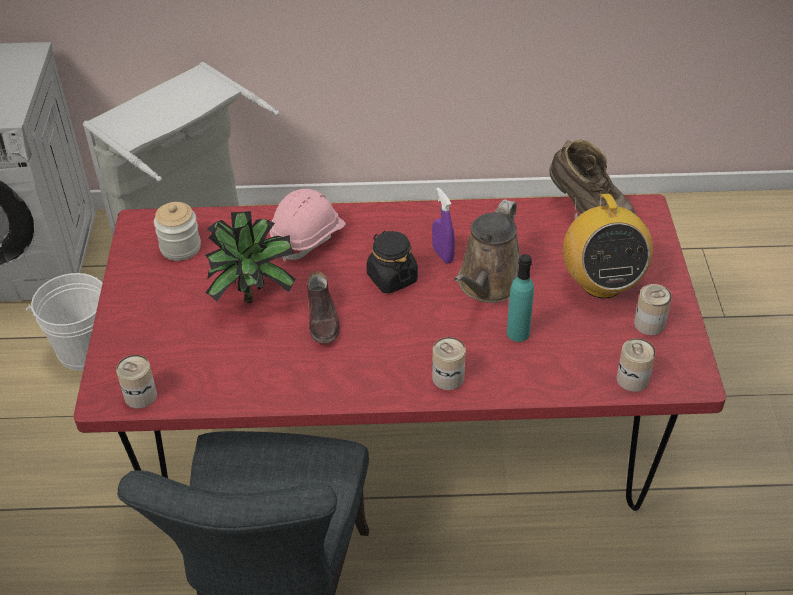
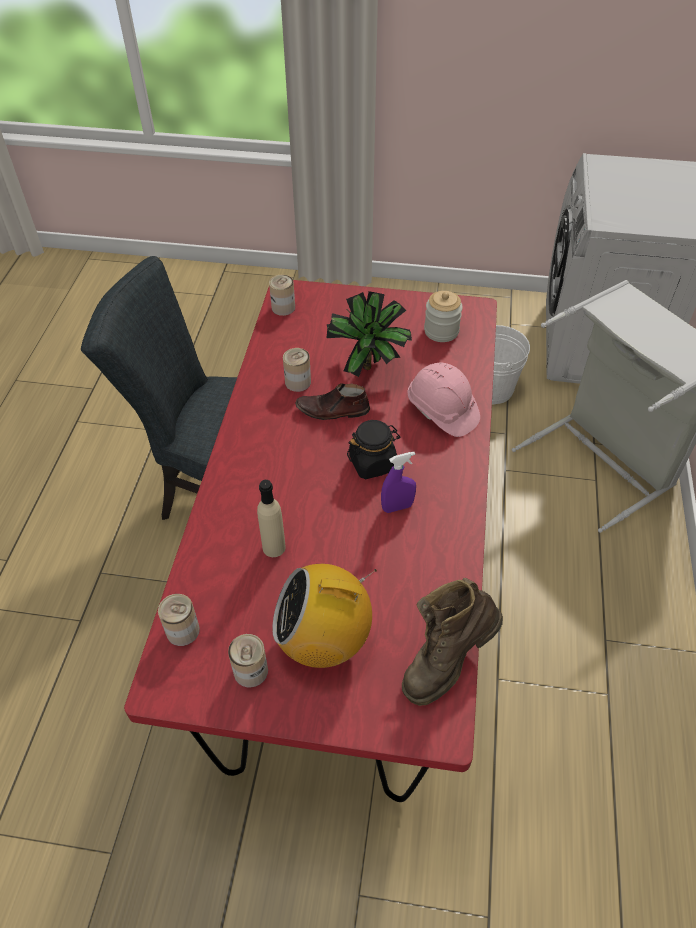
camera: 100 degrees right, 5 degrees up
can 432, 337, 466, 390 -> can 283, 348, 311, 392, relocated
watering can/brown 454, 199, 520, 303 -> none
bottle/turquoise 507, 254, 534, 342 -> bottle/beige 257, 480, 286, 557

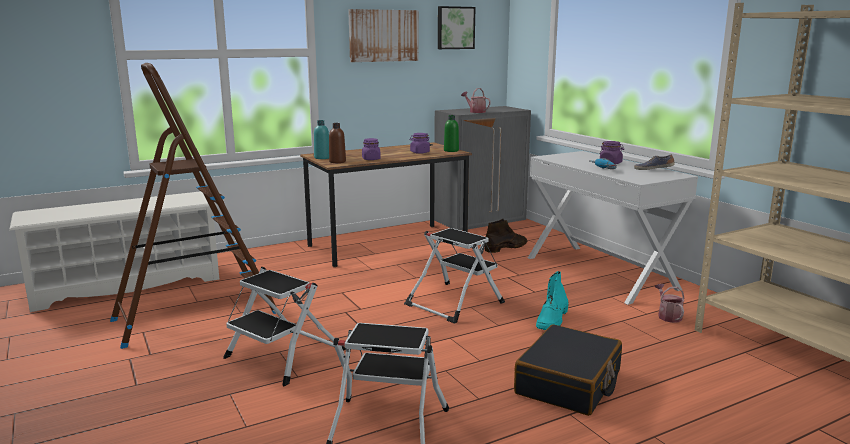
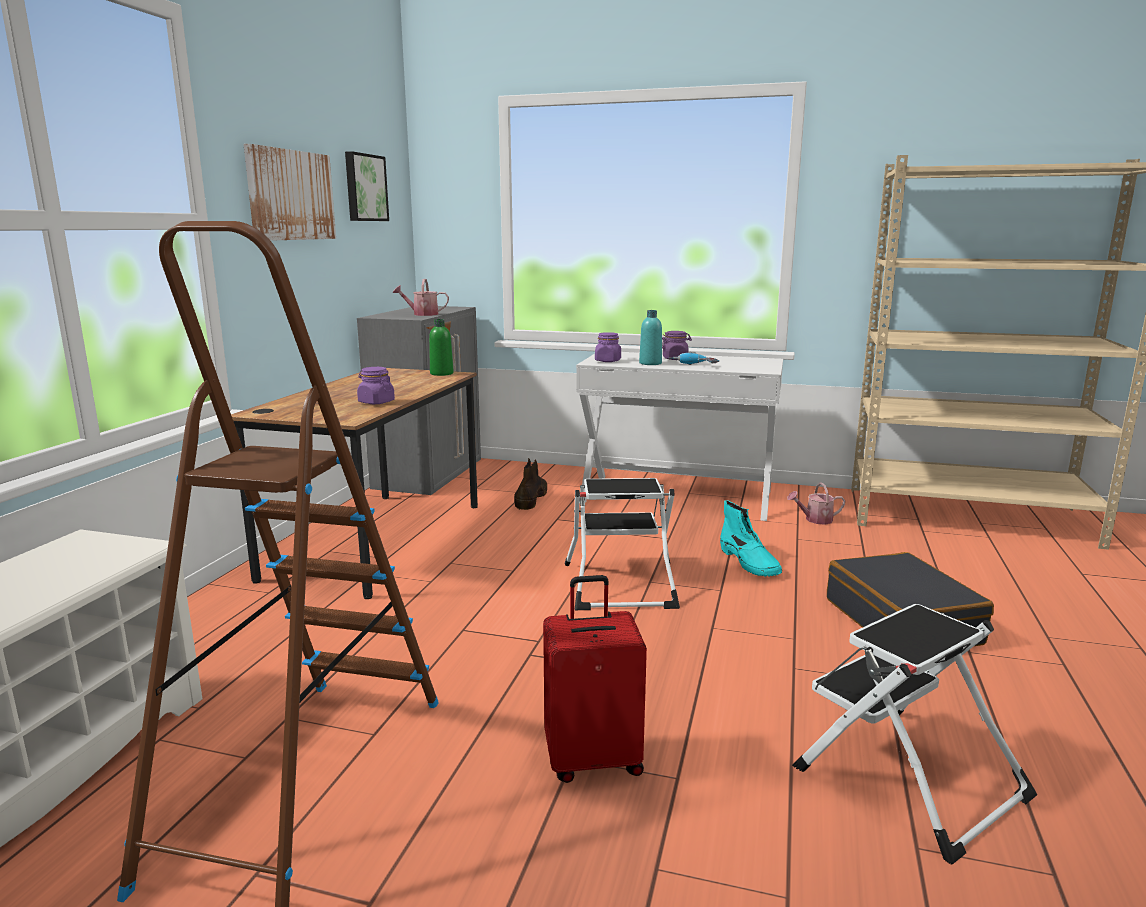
camera: 45 degrees left, 0 degrees up
step ladder 223, 267, 346, 386 -> suitcase/red 543, 575, 647, 783
bottle/turquoise 314, 120, 329, 159 -> bottle/turquoise 639, 310, 662, 365, relocated
bottle/brown 329, 123, 346, 163 -> none
jar/purple 410, 133, 430, 154 -> jar/purple 595, 332, 621, 362, relocated
shoe 634, 154, 675, 170 -> none
watering can 655, 284, 685, 323 -> watering can 787, 482, 845, 525, 45 degrees counterclockwise

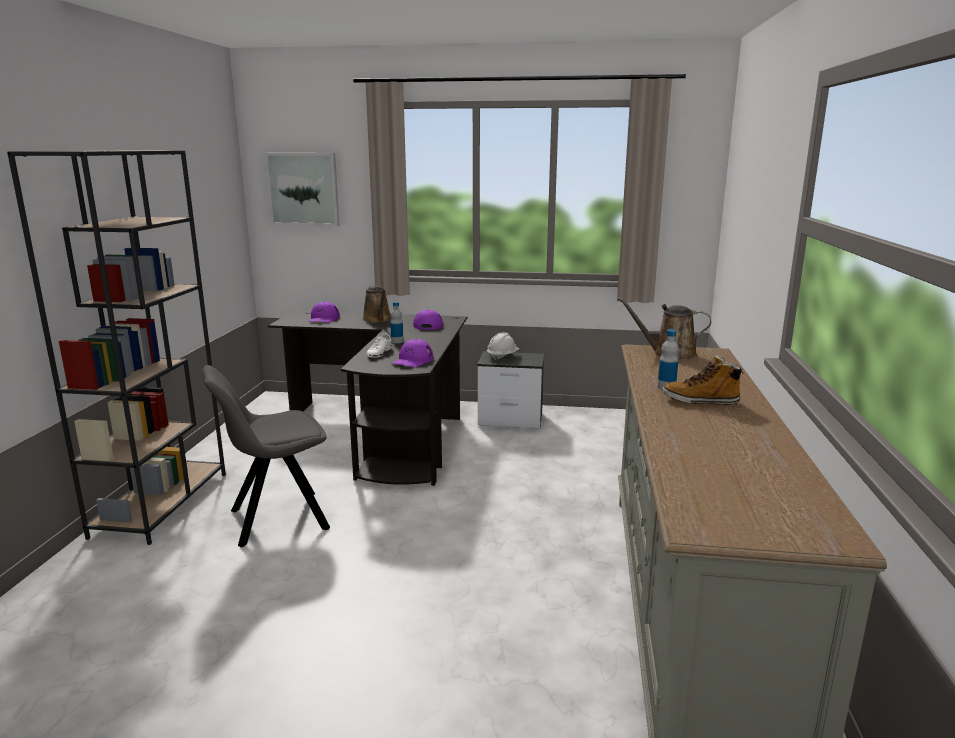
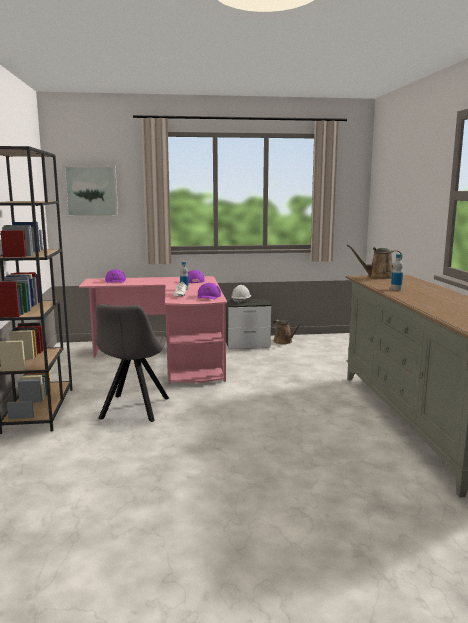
camera: 15 degrees left, 5 degrees down
chair/grey 202, 365, 330, 547 -> chair/grey 96, 304, 169, 422, 45 degrees counterclockwise
desk/black 268, 311, 467, 486 -> desk/pink 79, 276, 227, 384
watering can/brown 362, 286, 391, 323 -> watering can/brown 273, 320, 302, 344, relocated
boot 662, 354, 744, 405 -> none

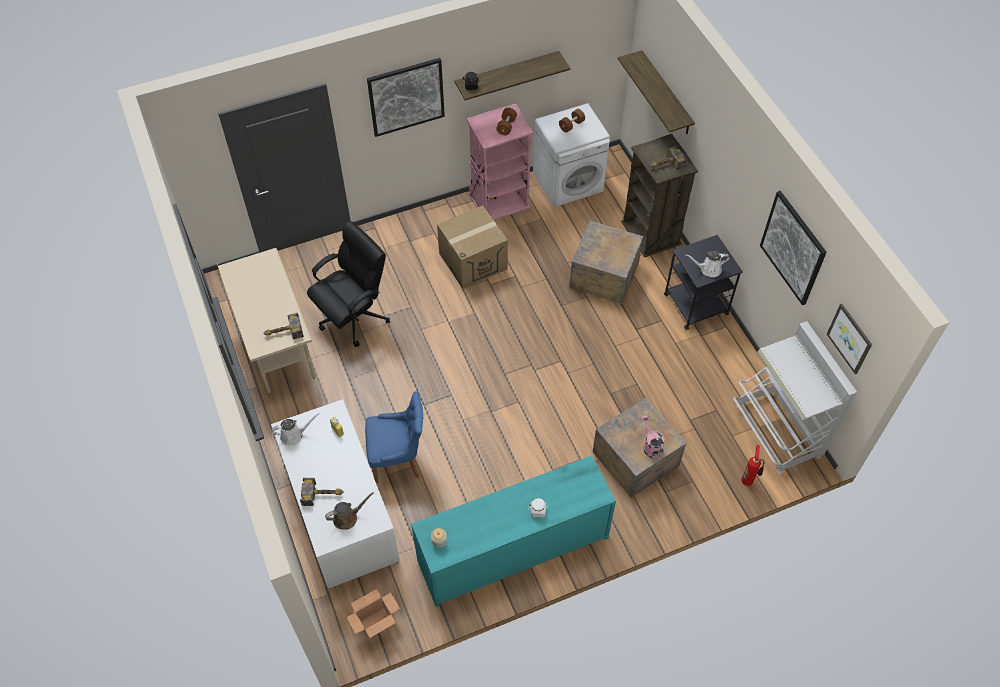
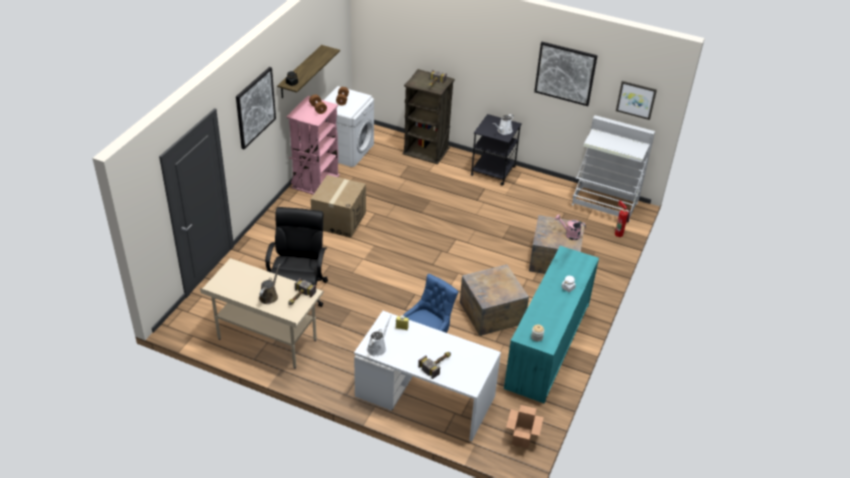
camera: 45 degrees left, 15 degrees down
watering can/brown 325, 492, 374, 530 -> watering can/brown 259, 264, 280, 304, relocated
crate 569, 221, 643, 304 -> crate 460, 264, 529, 336, relocated
shelf 618, 50, 695, 134 -> none

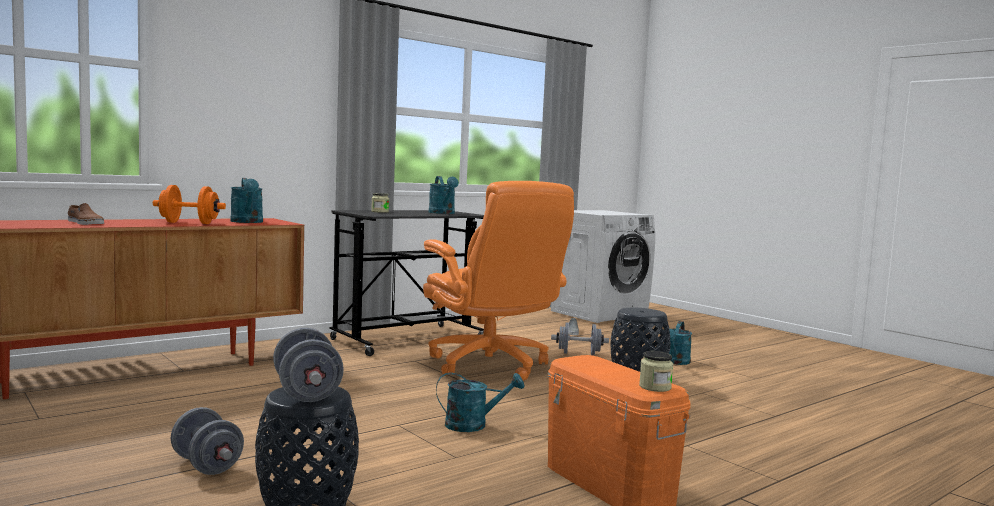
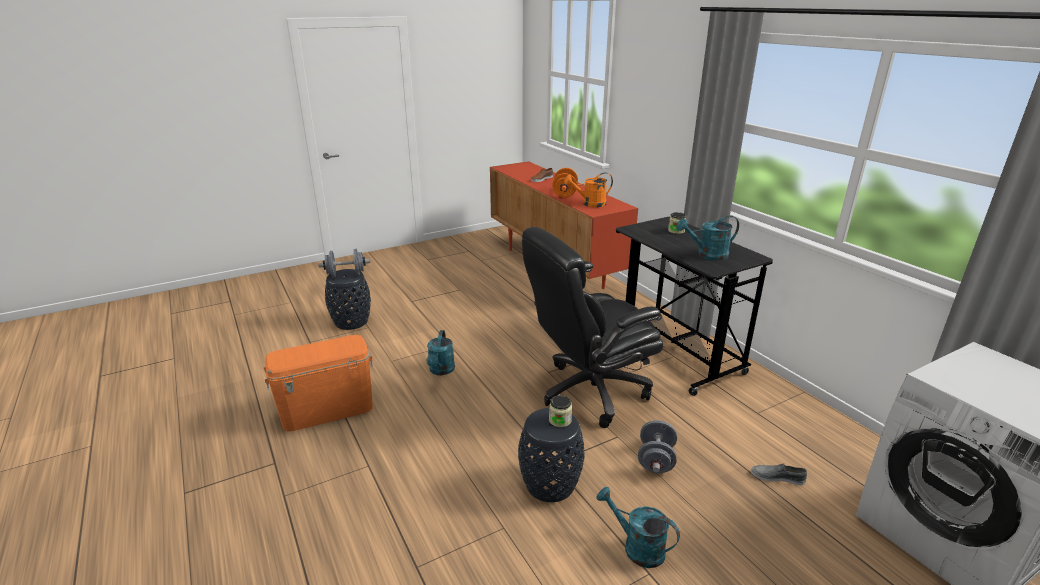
camera: 100 degrees right, 20 degrees up
dumbbell/grey 171, 407, 244, 475 -> none
watering can/turquoise 230, 178, 263, 223 -> watering can/orange 564, 172, 613, 207
office chair/orange 423, 181, 574, 381 -> office chair/black 522, 227, 664, 428
jar 639, 351, 673, 392 -> jar 549, 395, 572, 427, relocated

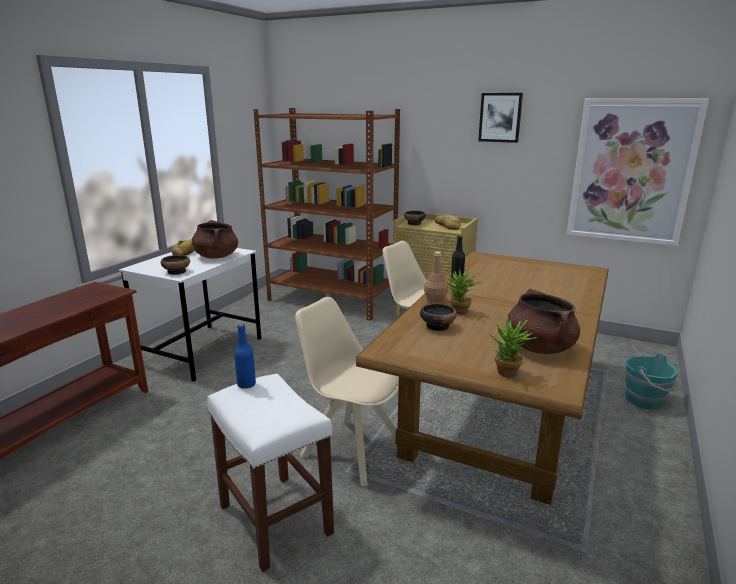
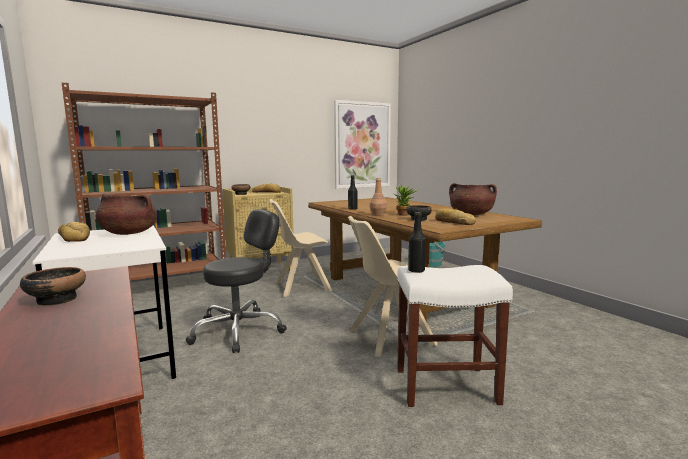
camera: 55 degrees left, 10 degrees down
bowl 161, 255, 190, 275 -> bowl 20, 267, 86, 306, relocated
bottle/blue 234, 324, 256, 389 -> bottle/black 408, 212, 426, 273
picture 478, 93, 523, 143 -> none
potted plant 490, 316, 537, 377 -> none
none -> office chair/black 186, 209, 287, 353
none -> bread 435, 209, 476, 225

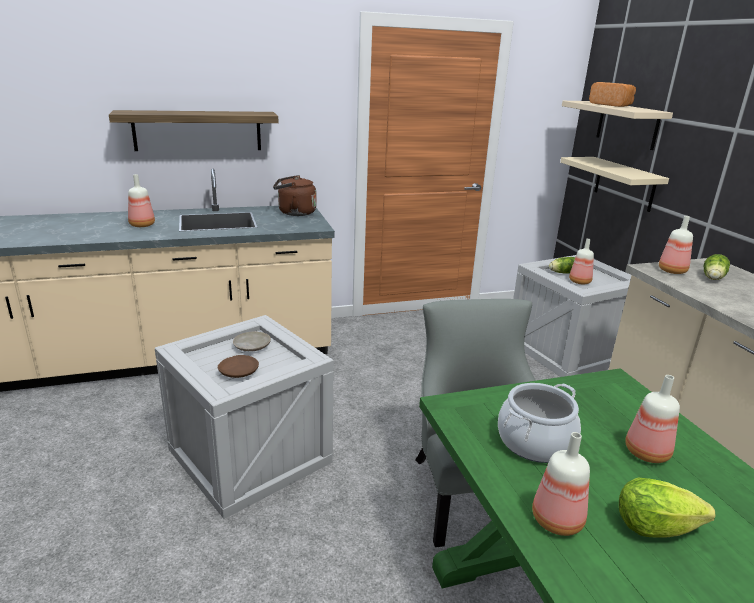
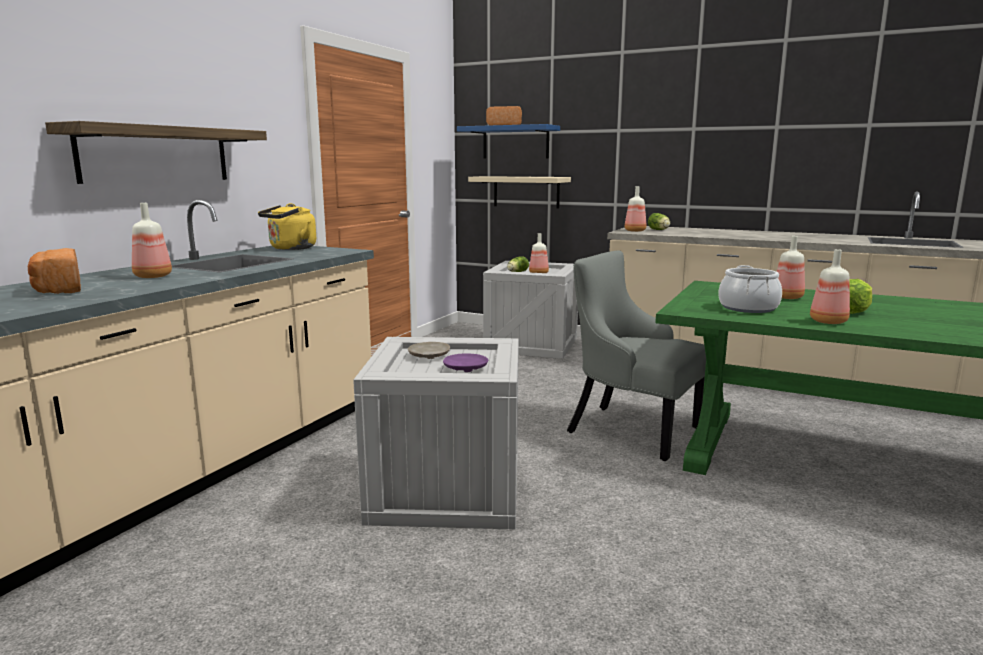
camera: 45 degrees left, 10 degrees down
plate/brown 217, 355, 259, 378 -> plate/purple 443, 353, 488, 372
kettle/brown 273, 175, 316, 216 -> kettle/yellow 258, 203, 316, 250
shelf/beige 562, 101, 673, 150 -> shelf/blue 457, 124, 560, 159
none -> bread 28, 248, 81, 294

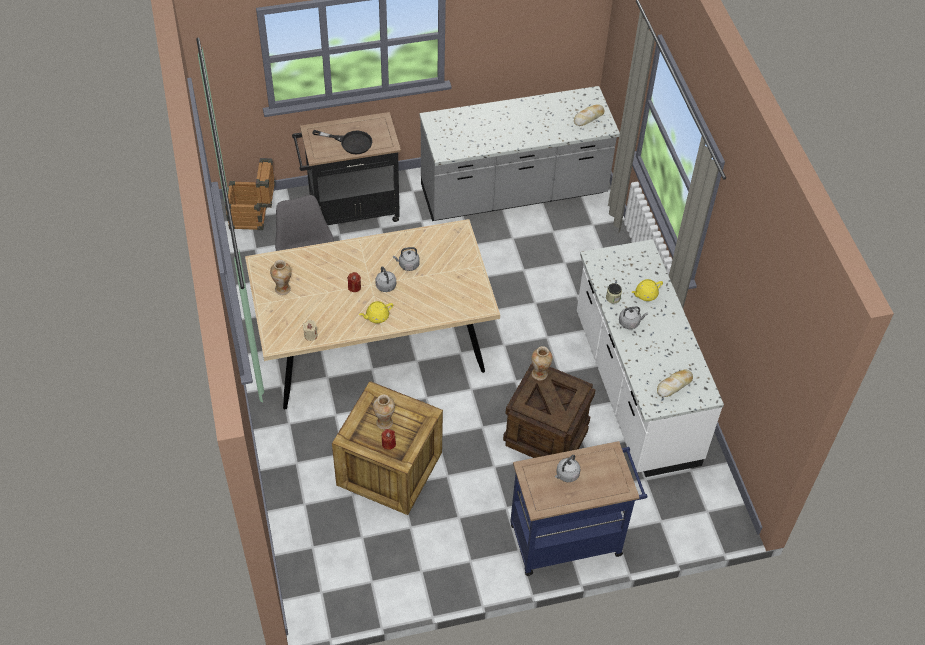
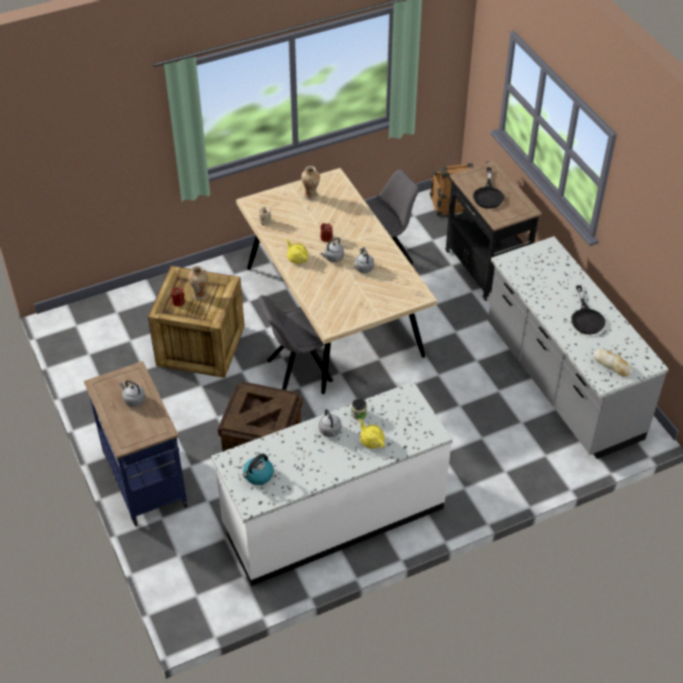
camera: 80 degrees right, 5 degrees down
vase 531, 346, 553, 380 -> none
bread 657, 369, 693, 397 -> kettle 243, 454, 274, 485
none -> chair/grey 258, 295, 333, 390
none -> frying pan/black 571, 285, 605, 335

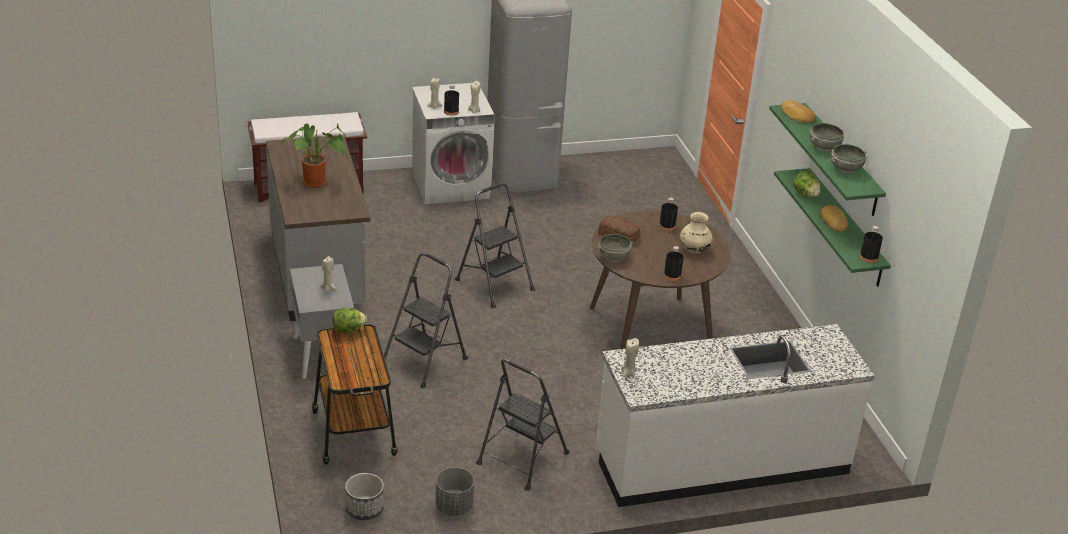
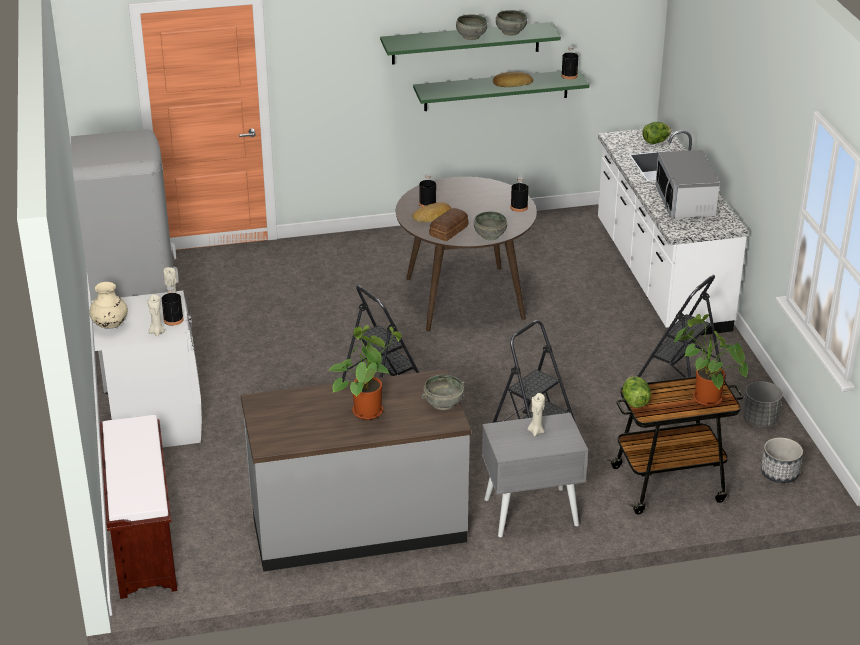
camera: 85 degrees left, 0 degrees up
candle/beige 621, 338, 639, 377 -> none
vase/beige 680, 212, 713, 253 -> vase/beige 89, 282, 128, 328, relocated
bread 781, 100, 816, 123 -> bread 412, 202, 452, 223, relocated
lettuce 794, 171, 821, 197 -> lettuce 642, 122, 672, 144, relocated
none -> bowl/grey 421, 375, 465, 410
none -> microwave 655, 150, 720, 219
none -> potted plant 674, 314, 748, 407

